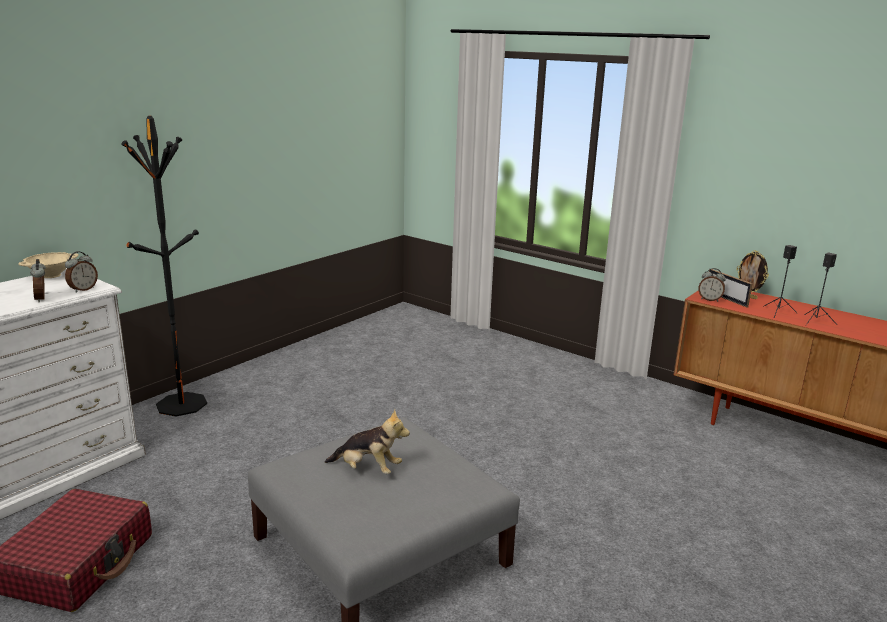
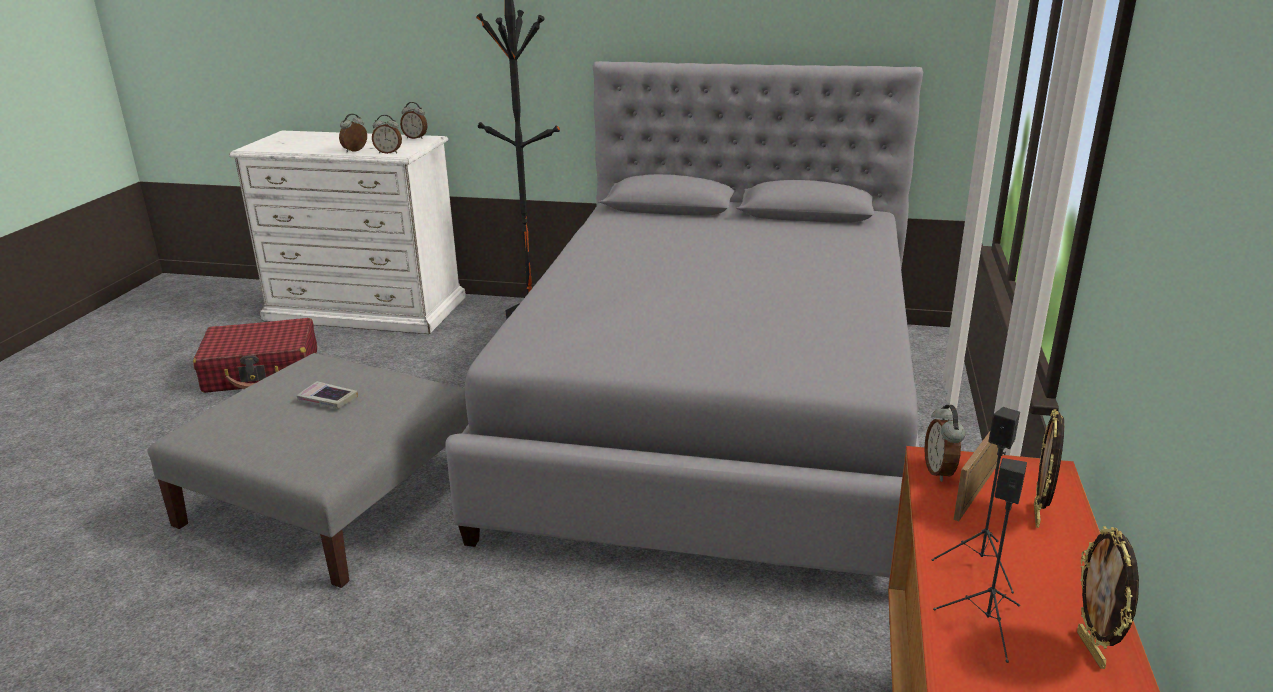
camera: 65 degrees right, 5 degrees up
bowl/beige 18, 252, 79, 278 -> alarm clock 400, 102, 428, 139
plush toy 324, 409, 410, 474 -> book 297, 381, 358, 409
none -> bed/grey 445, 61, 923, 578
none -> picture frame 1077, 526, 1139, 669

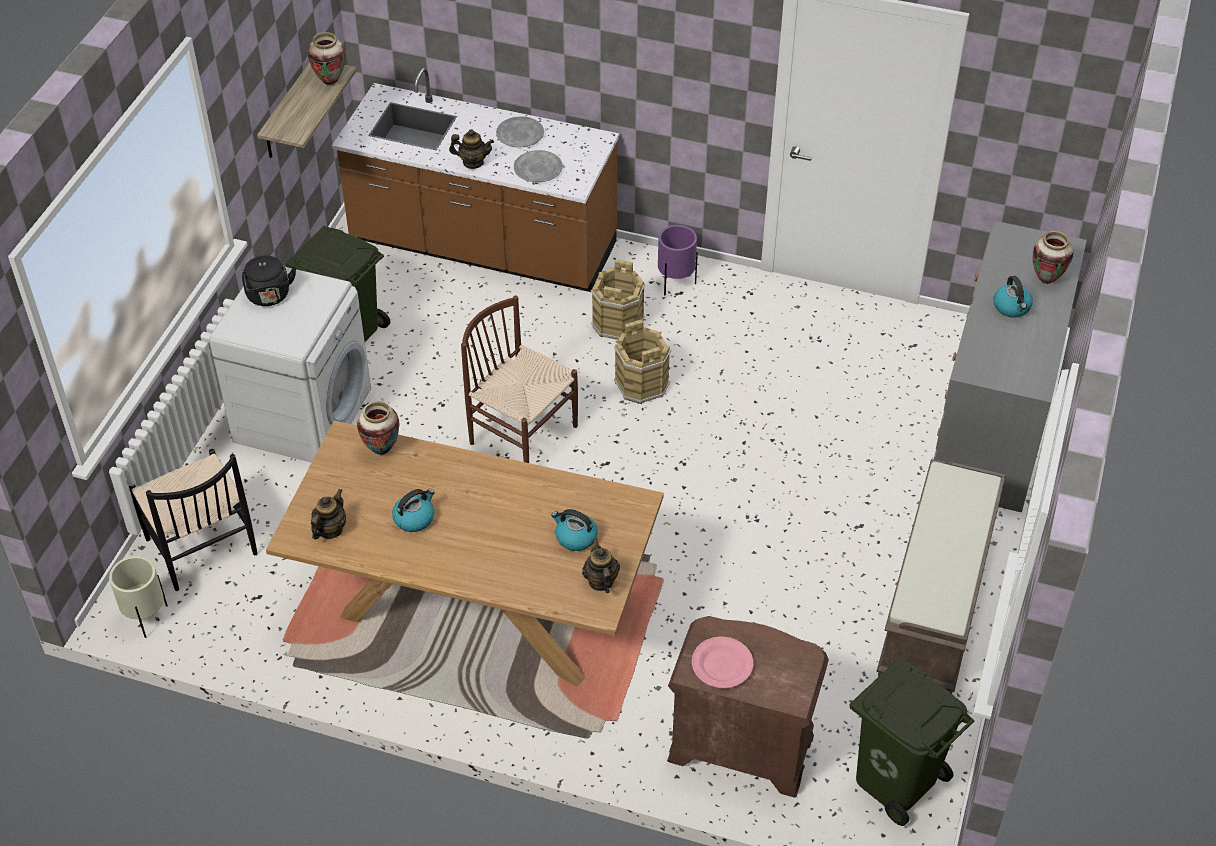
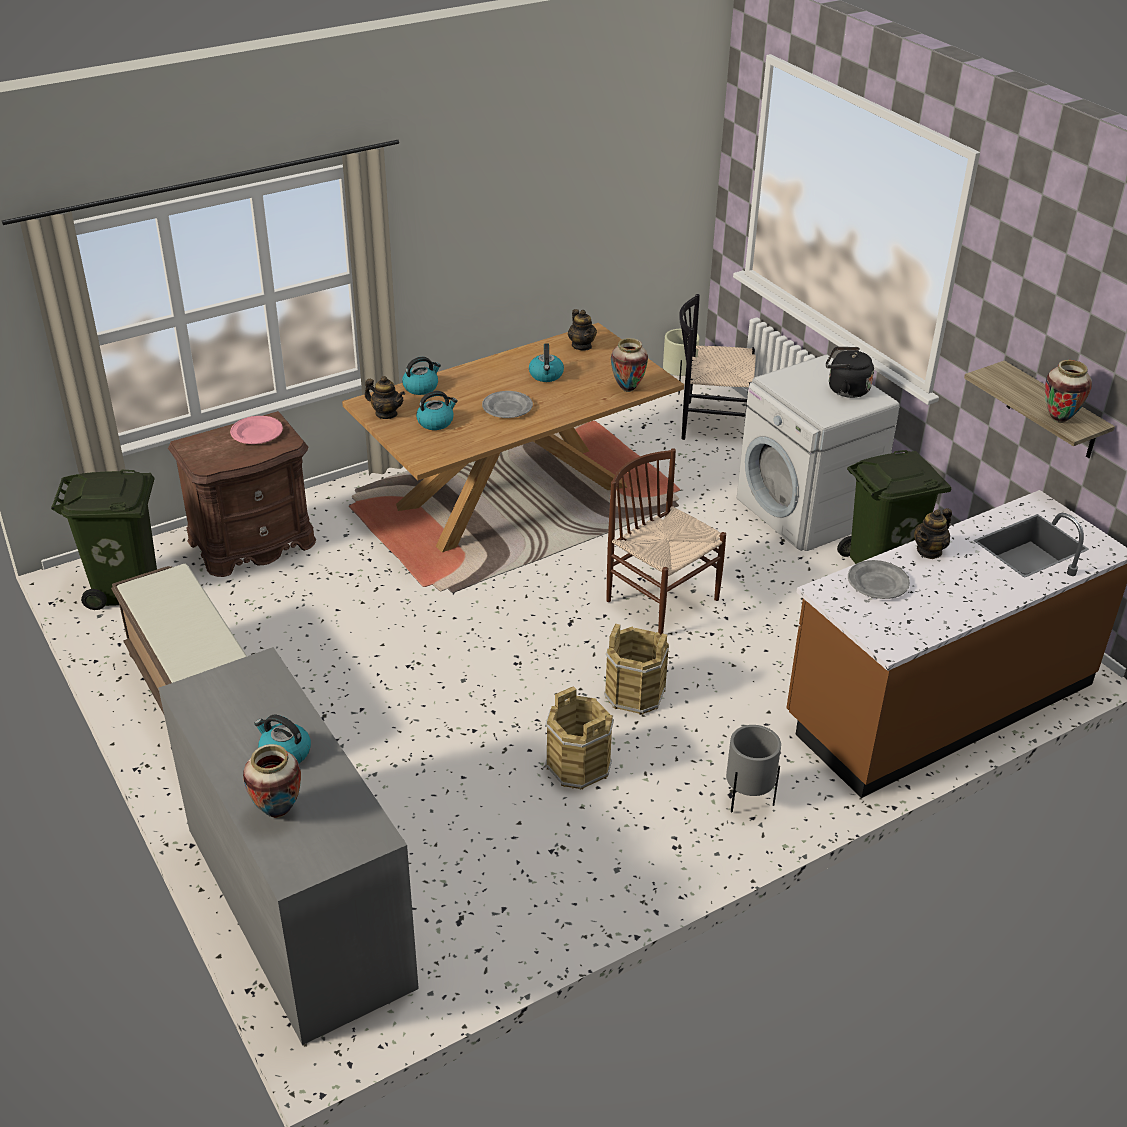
camera: 130 degrees right, 10 degrees down
chair/brown 461, 295, 578, 463 -> chair/brown 606, 448, 726, 635, 120 degrees counterclockwise
plate/grey 496, 116, 544, 148 -> plate/grey 482, 391, 533, 418, relocated
bucket/brown 591, 259, 645, 340 -> bucket/brown 545, 686, 614, 790, relocated
planter/purple 658, 225, 698, 295 -> planter/grey 726, 725, 781, 812
none -> kettle 402, 357, 441, 395

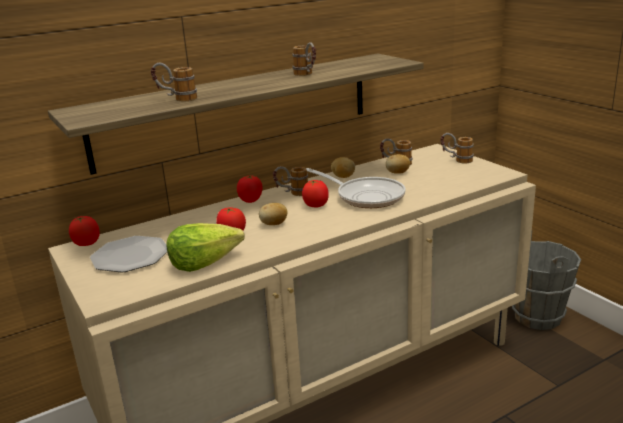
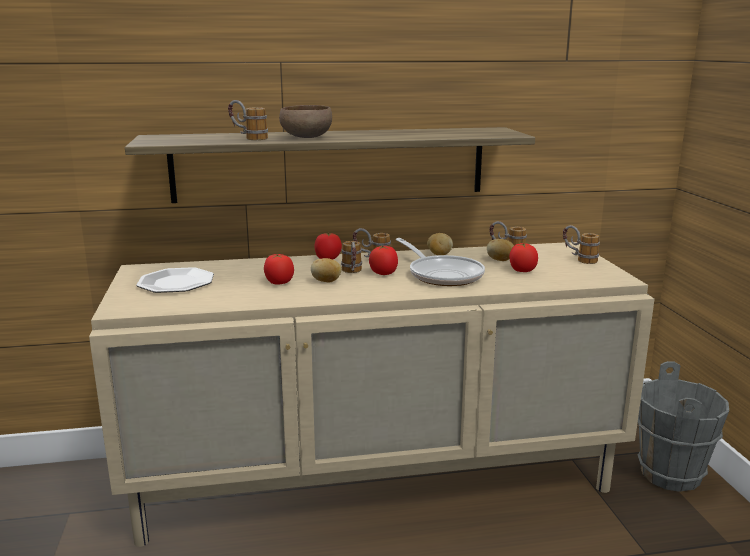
camera: 20 degrees right, 5 degrees down
tomato 69, 216, 100, 246 -> tomato 509, 243, 538, 272, relocated
lettuce 166, 223, 244, 272 -> none
mug 292, 42, 316, 76 -> mug 341, 241, 362, 273, relocated
none -> bowl/brown 279, 105, 332, 138

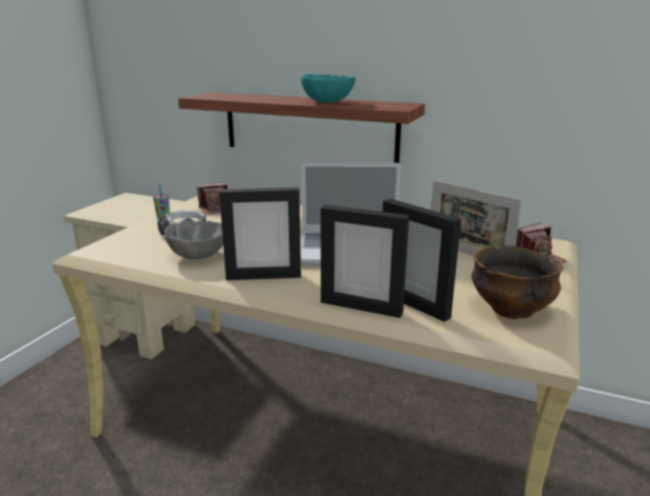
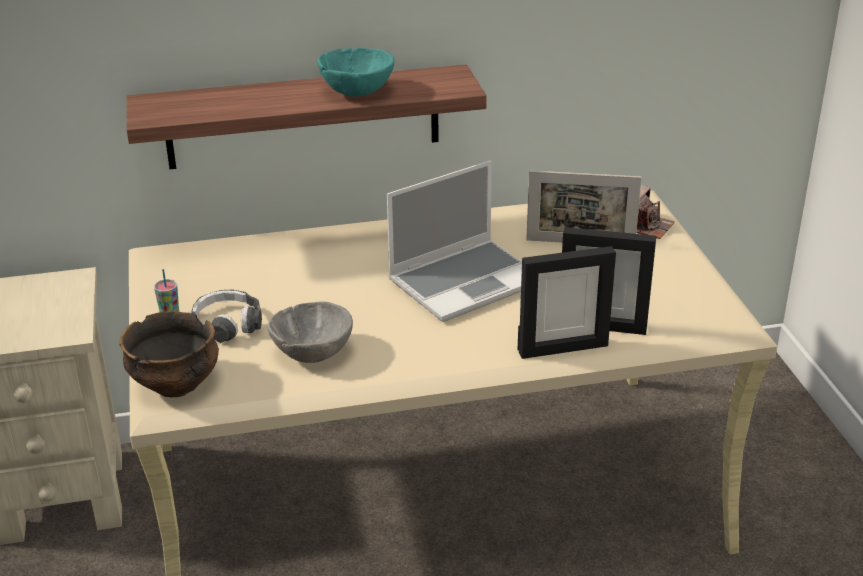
camera: 35 degrees left, 10 degrees up
photo camera 197, 182, 228, 214 -> none
picture frame 219, 187, 301, 280 -> none
bowl 472, 245, 563, 319 -> bowl 119, 311, 219, 397, relocated

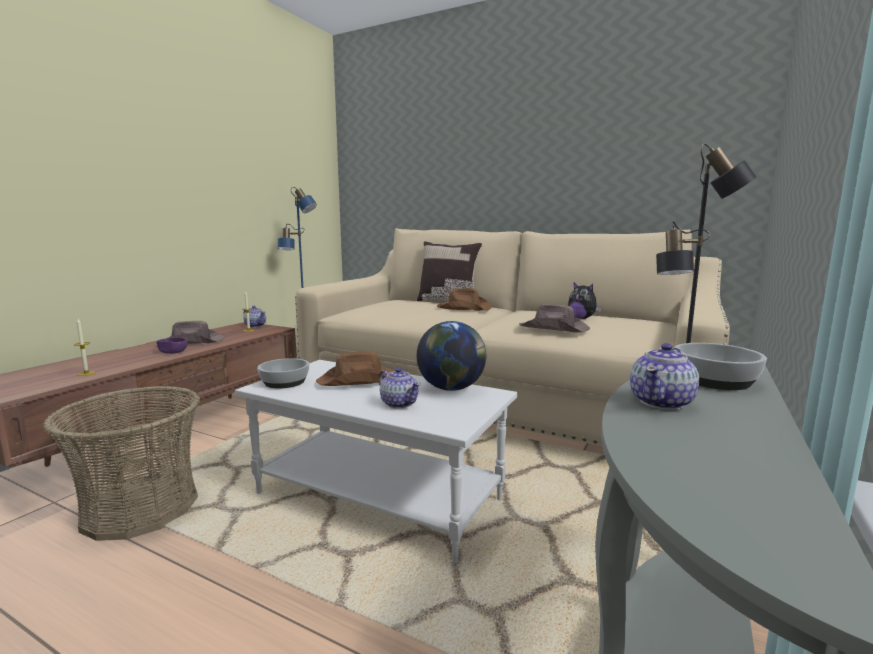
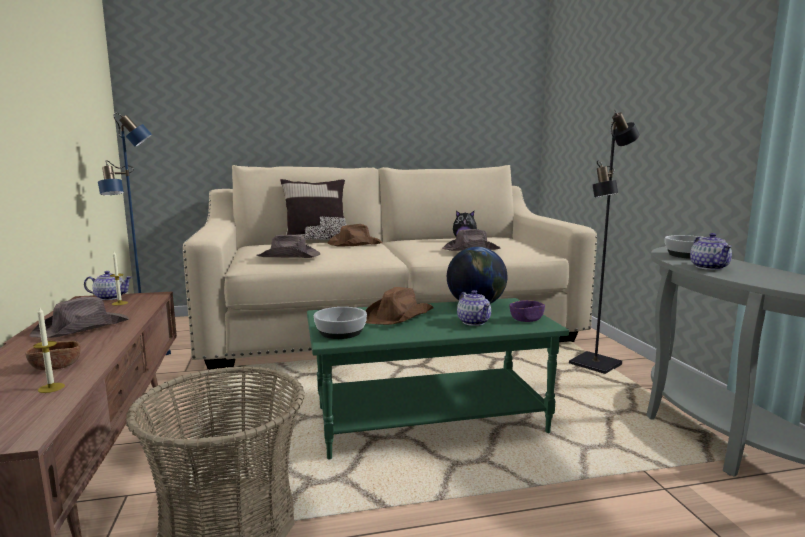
camera: 40 degrees left, 0 degrees up
bowl/purple 157, 337, 187, 354 -> bowl/purple 509, 300, 545, 322, relocated
coffee table/white 235, 360, 518, 563 -> coffee table/green 307, 298, 569, 459
teapot 379, 368, 421, 408 -> teapot 457, 290, 491, 326, 60 degrees clockwise
none -> bowl/brown 25, 341, 80, 371
none -> hat/brown 257, 235, 320, 258

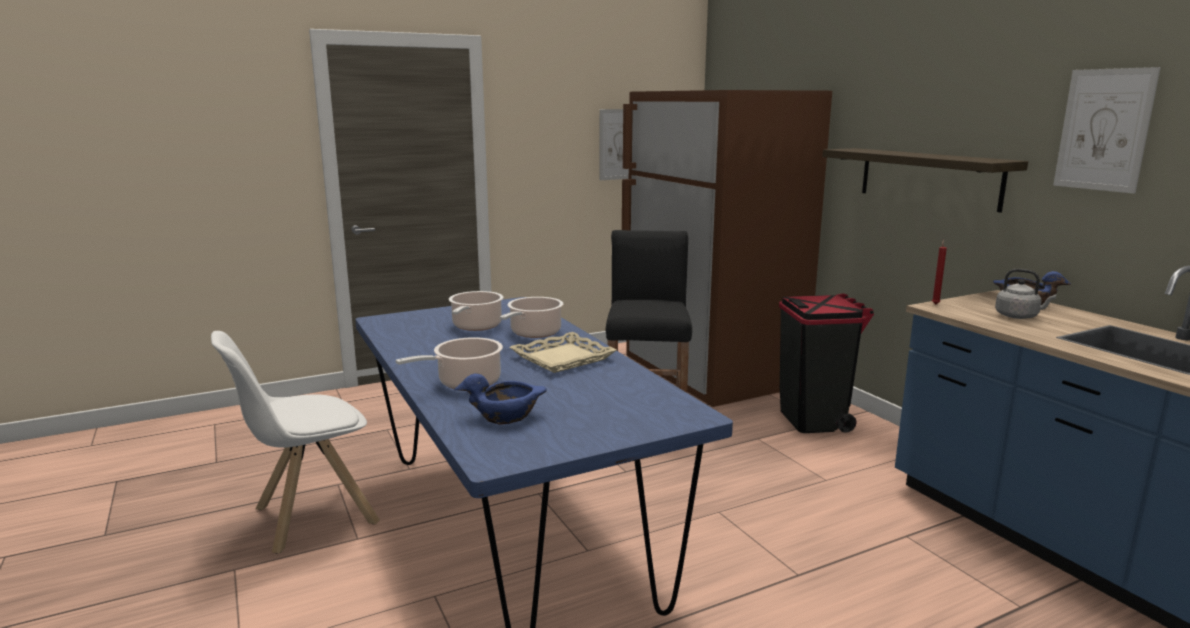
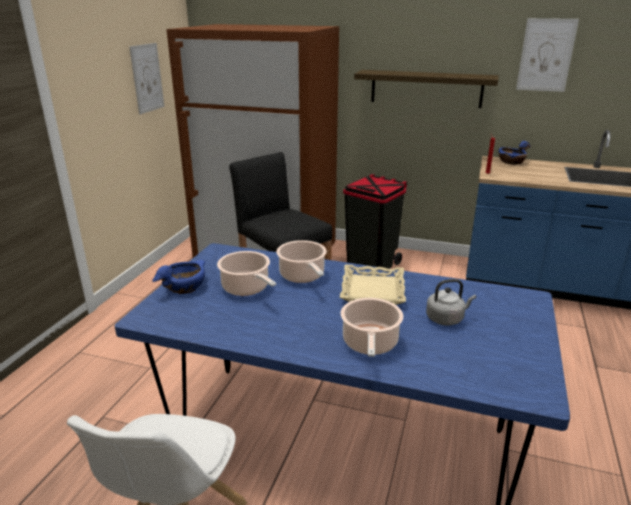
camera: 45 degrees left, 10 degrees up
bowl/blue 454, 374, 547, 425 -> bowl/blue 152, 260, 205, 294, relocated
kettle/grey 995, 269, 1056, 319 -> kettle/grey 426, 279, 476, 326, relocated

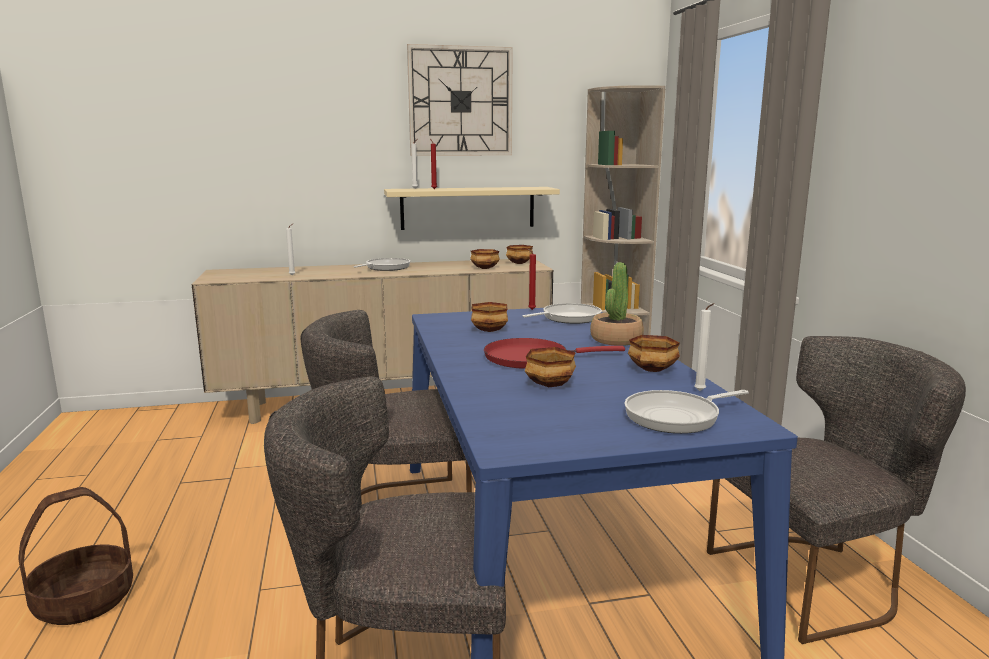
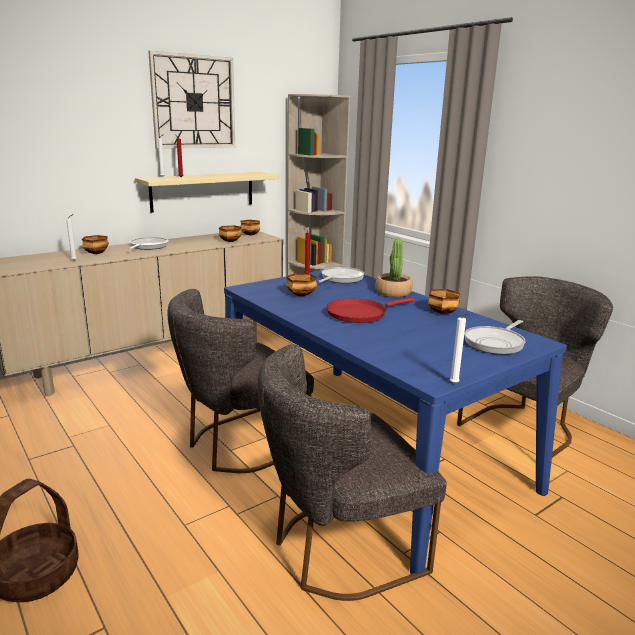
camera: 25 degrees left, 5 degrees up
bowl 525, 347, 576, 387 -> bowl 82, 235, 109, 254, relocated
candle/white 694, 303, 715, 391 -> candle/white 450, 313, 471, 384, relocated

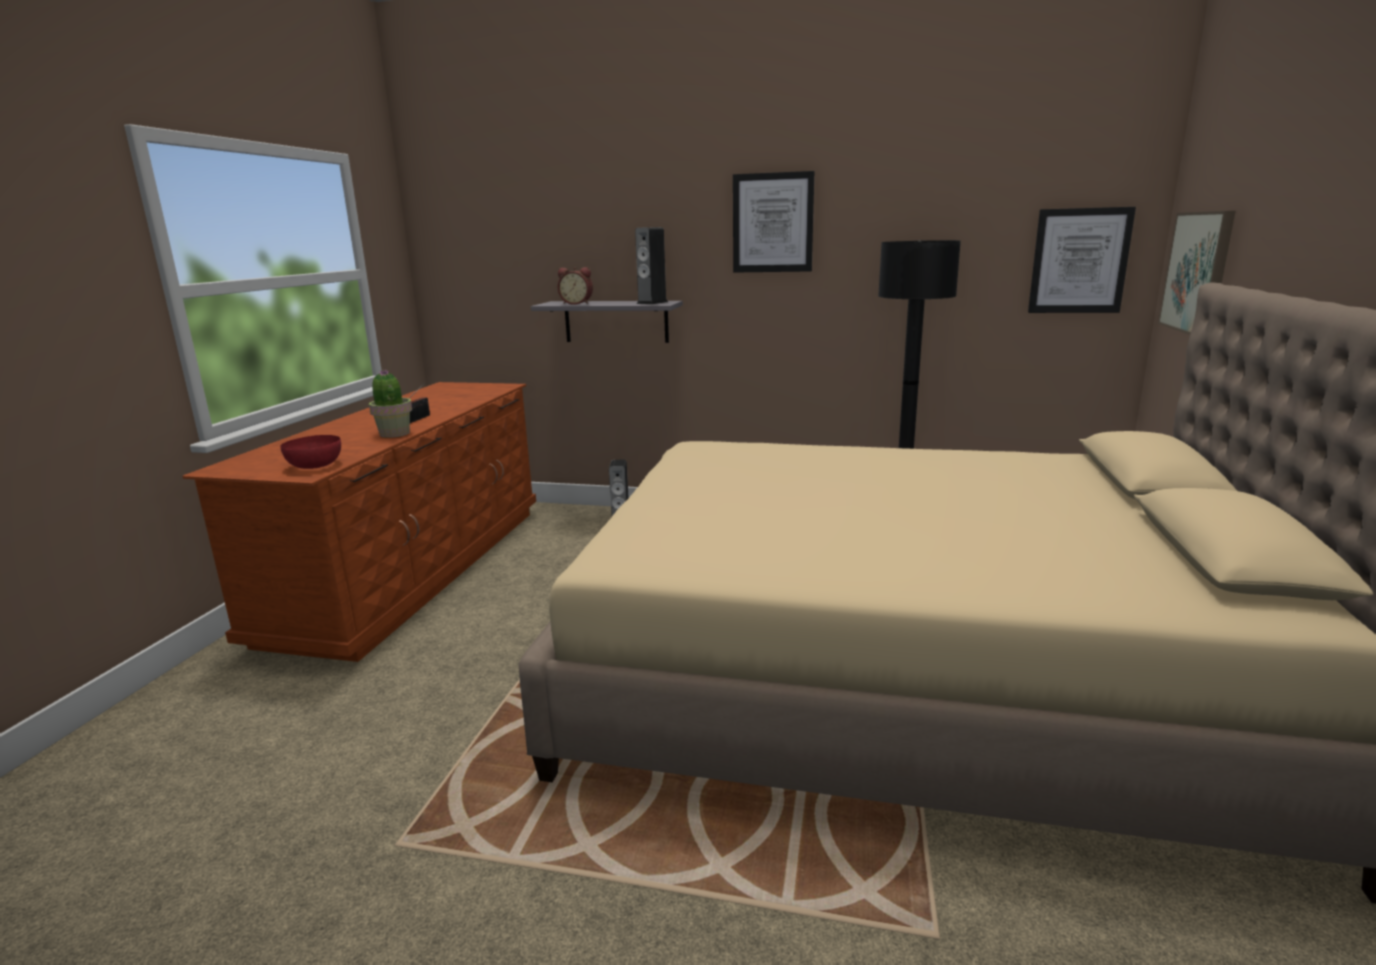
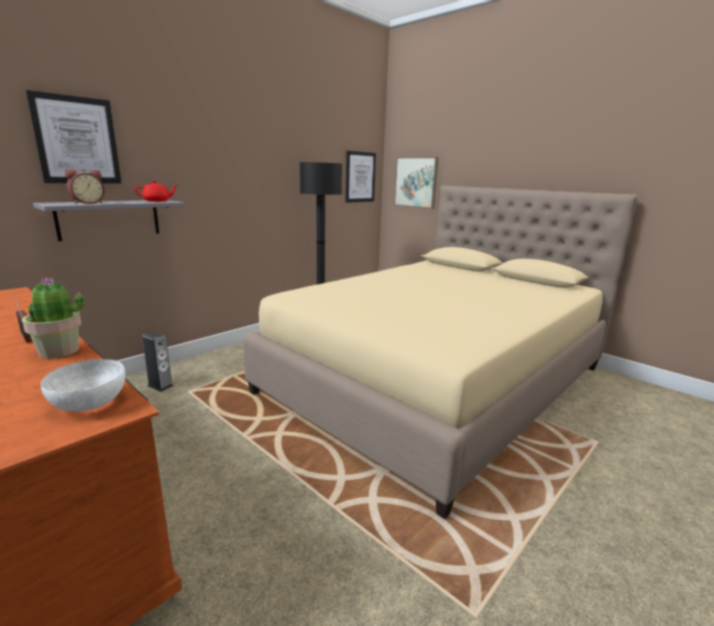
camera: 60 degrees left, 0 degrees up
bowl/red 281, 435, 341, 469 -> bowl/white 41, 359, 125, 412
speaker 635, 227, 668, 305 -> teapot/red 134, 181, 178, 202
picture 733, 171, 814, 273 -> picture 26, 90, 121, 183, relocated

